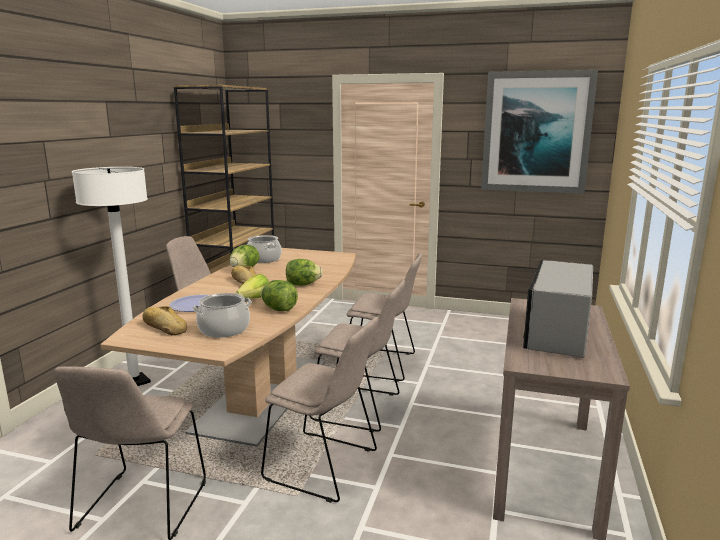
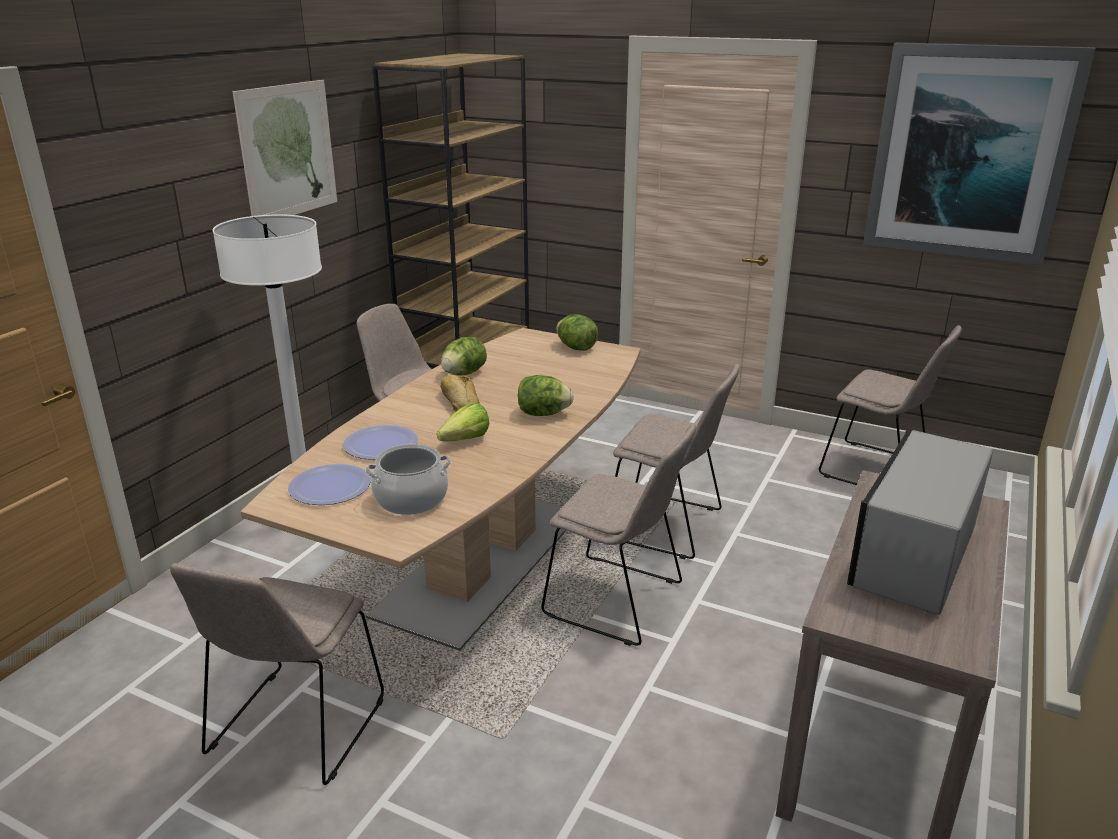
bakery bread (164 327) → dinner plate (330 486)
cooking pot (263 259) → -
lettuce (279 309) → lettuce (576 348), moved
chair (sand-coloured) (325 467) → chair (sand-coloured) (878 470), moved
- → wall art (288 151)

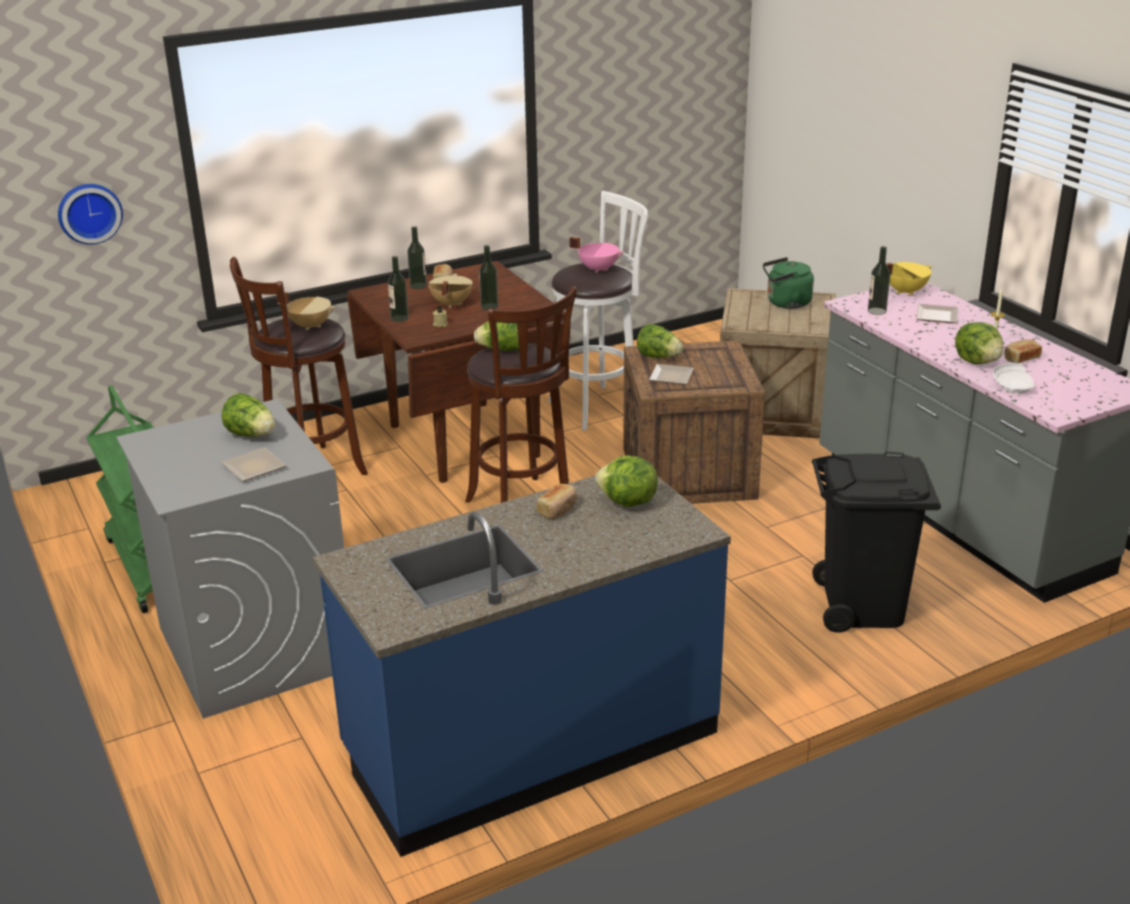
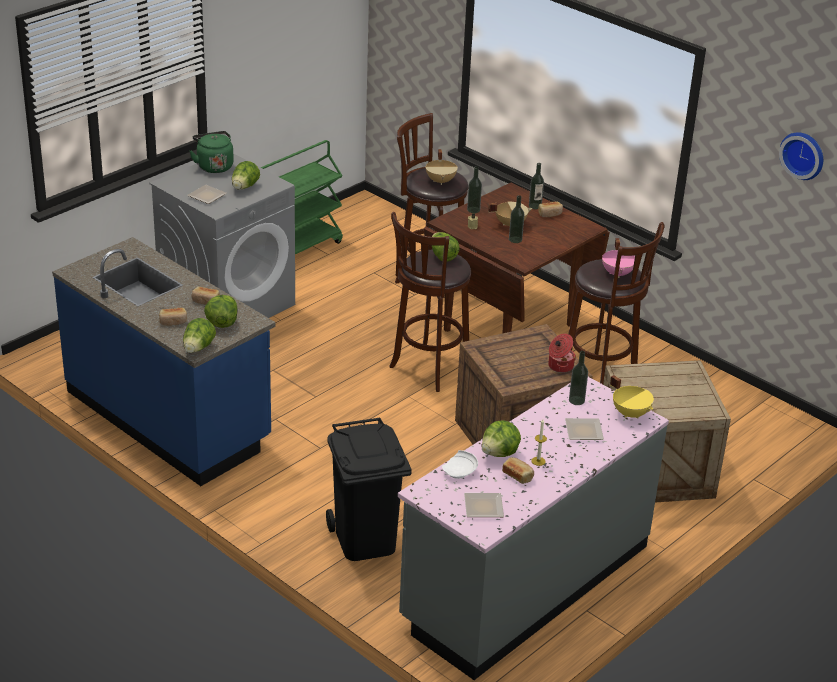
clock on the wall (89 212) → clock on the wall (803 154), moved
stool seat (whitish) (598 406) → stool seat (brownish) (601 379)
lettuce (659 357) → lettuce (198 348), moved
dinner plate (673 376) → dinner plate (485 508), moved
kettle (green) (786 303) → kettle (green) (214 166), moved
- → bakery bread (173 322)
- → cooking pot (560 366)

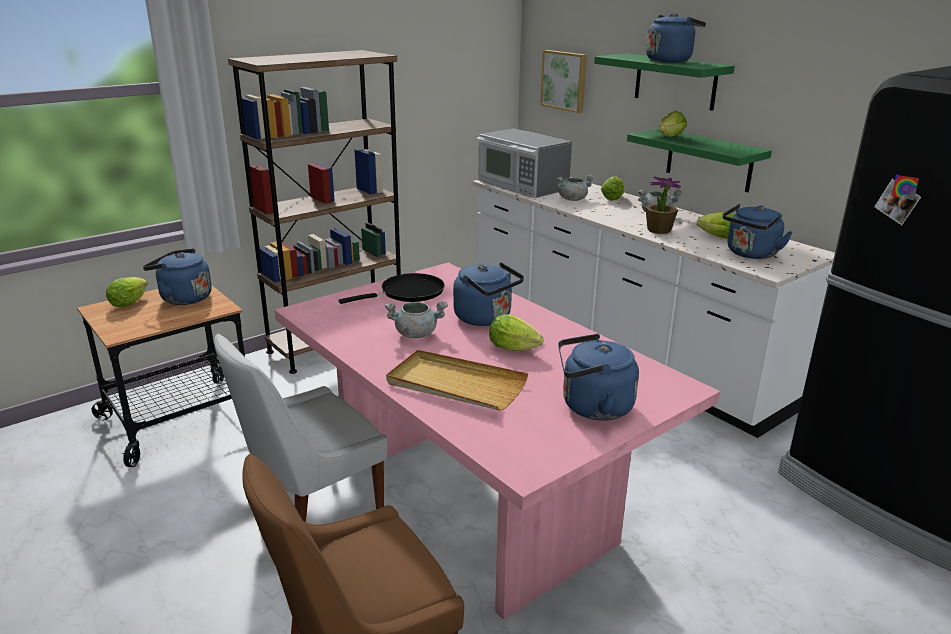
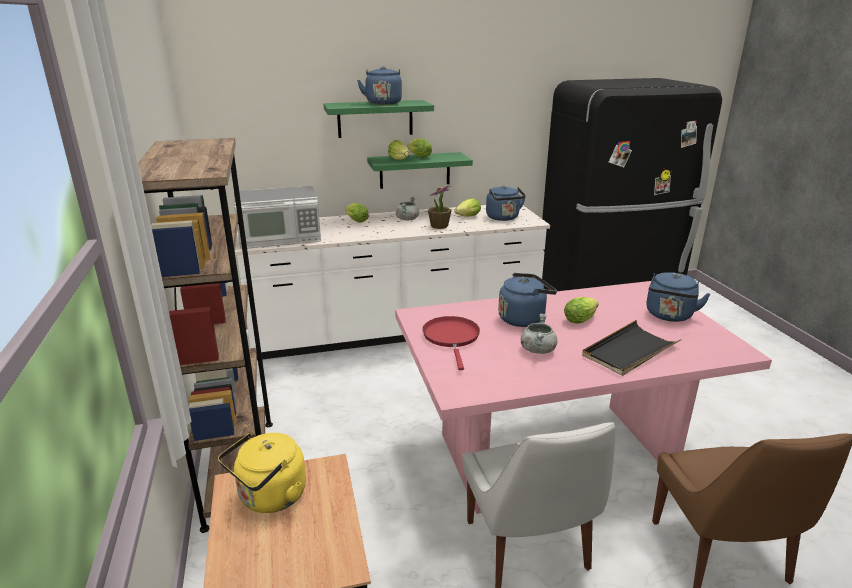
lettuce (131 302) → lettuce (418 156), moved
kettle (blue-coloured) (183 298) → kettle (yellow-coloured) (270 497)
skillet (black-coloured) (408 293) → skillet (reddish) (451 338)
carrying tray (sand-coloured) (455 384) → carrying tray (black-coloured) (629 351)
wall art (565 80) → -
cooking pot (grey) (573 199) → -

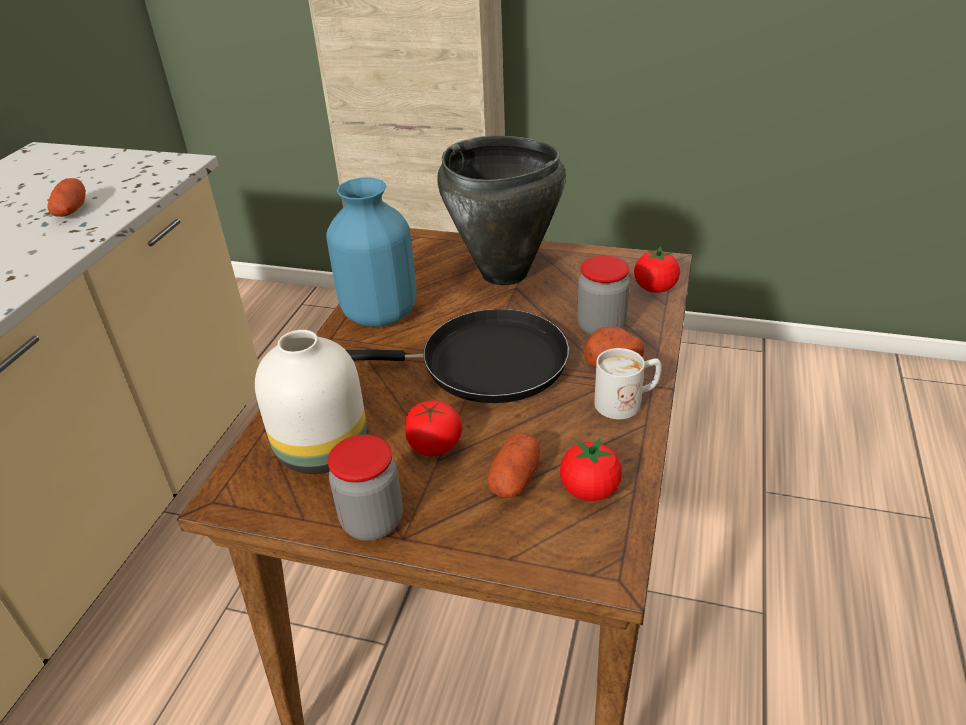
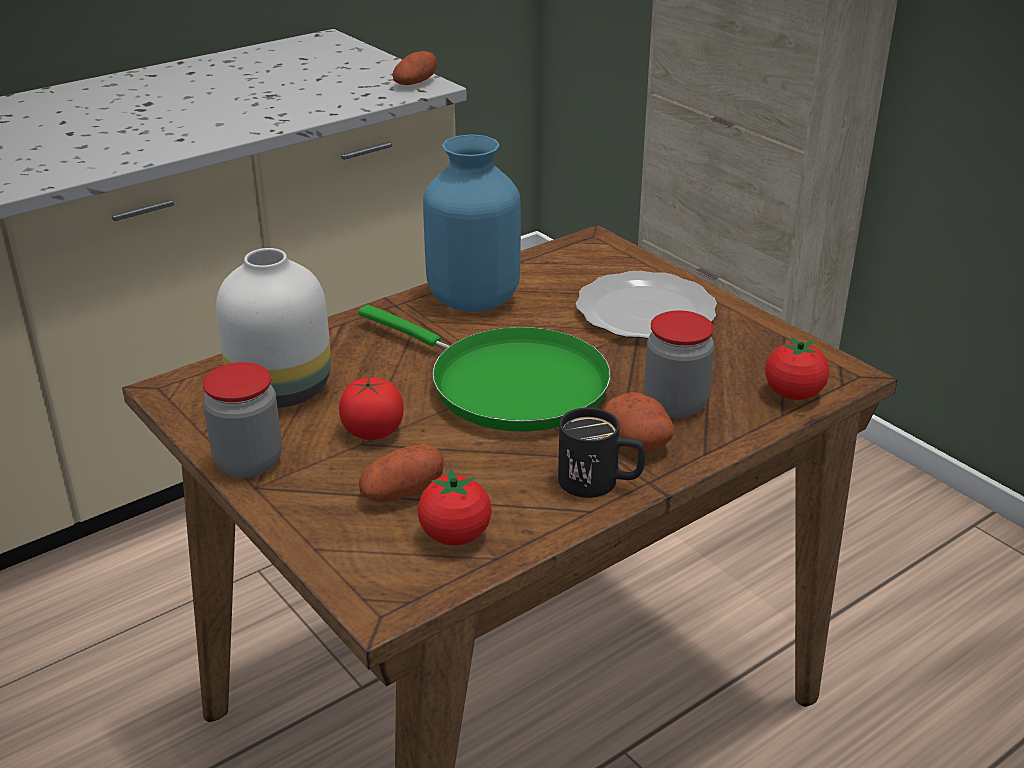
whole potato (72 211) → whole potato (415 83), moved
skillet (black-coloured) (483 364) → skillet (green) (508 384)
cooking pot (black-coloured) (504 274) → dinner plate (644 312)
mug (whitish) (627 402) → mug (black-coloured) (600 483)

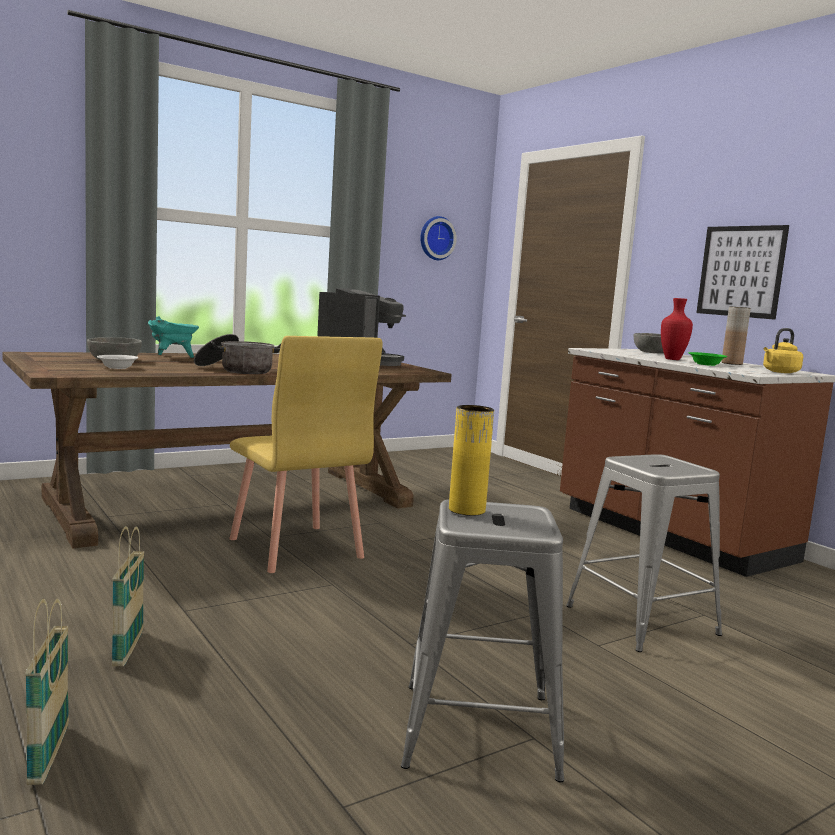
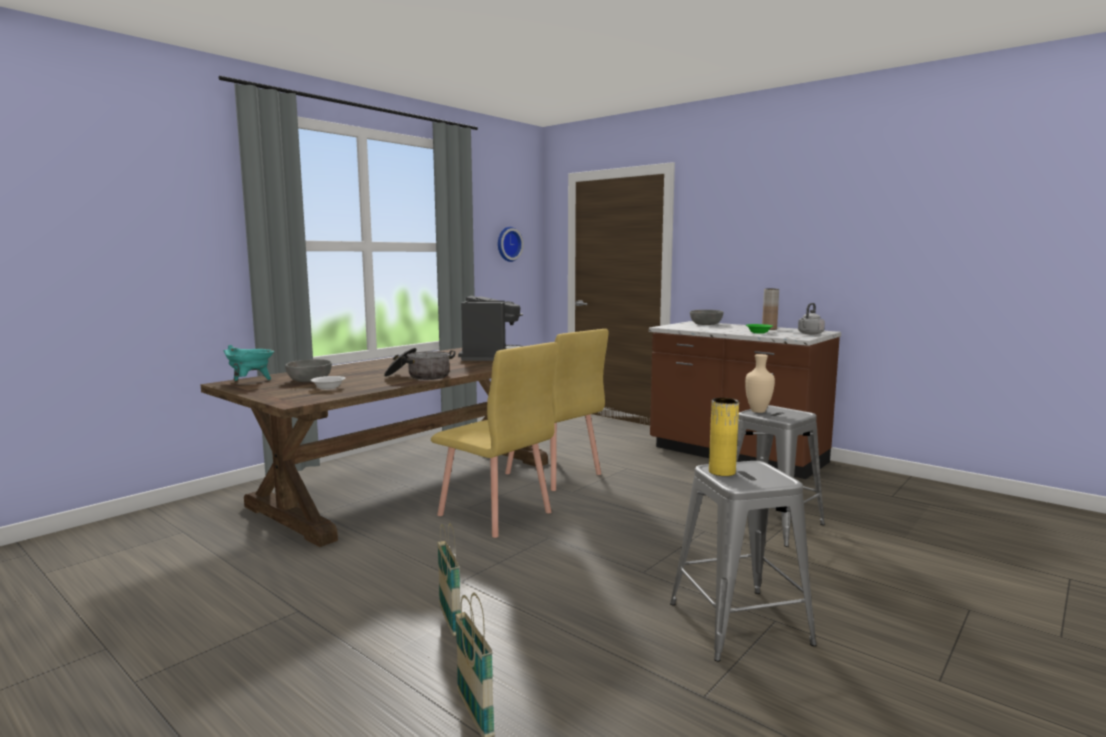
cooking pot (blue-green) (172 357) → cooking pot (blue-green) (250 382), moved
decorative vase (reddish) (673 359) → -
wall art (741 271) → -
kettle (yellow-coloured) (779 372) → kettle (grey) (809 333)
- → chair (yellow-coloured) (553 474)
- → decorative vase (sand-coloured) (758 411)

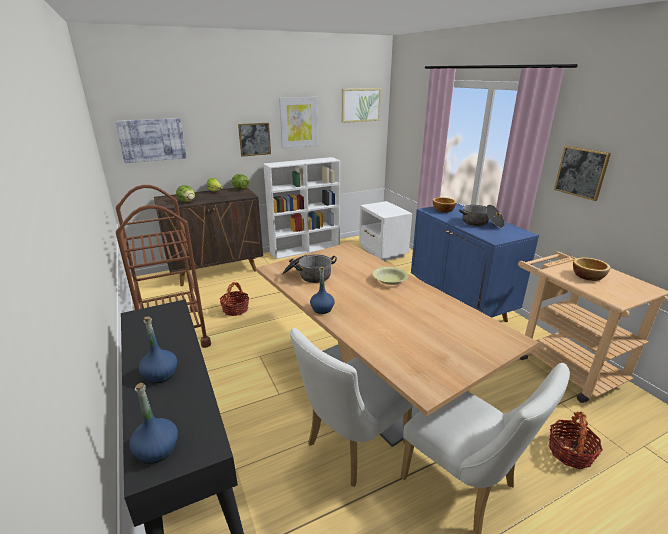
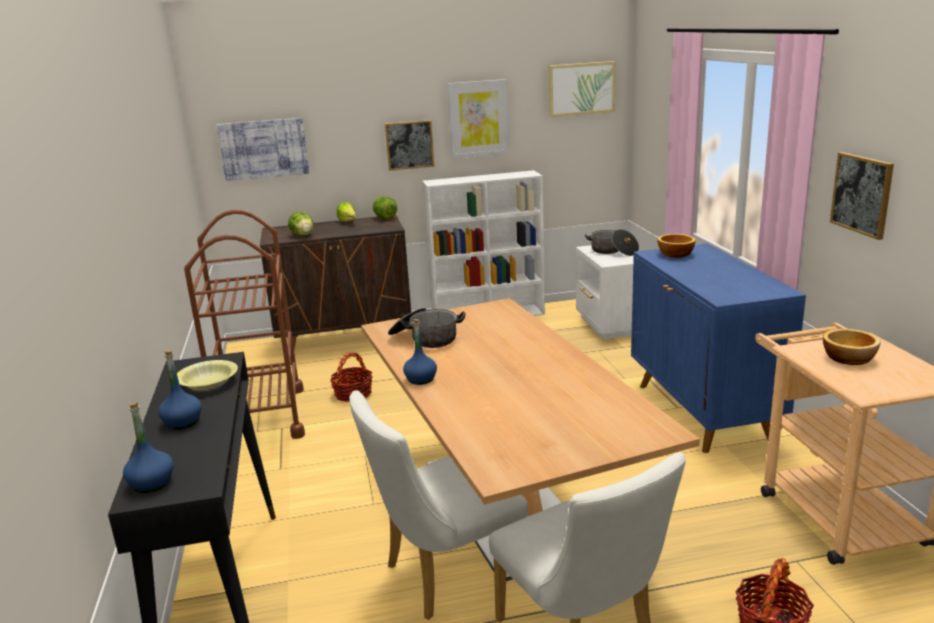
deep dish (yellow-coloured) (390 280) → deep dish (yellow-coloured) (208 383), moved
cooking pot (481 223) → cooking pot (613 251), moved

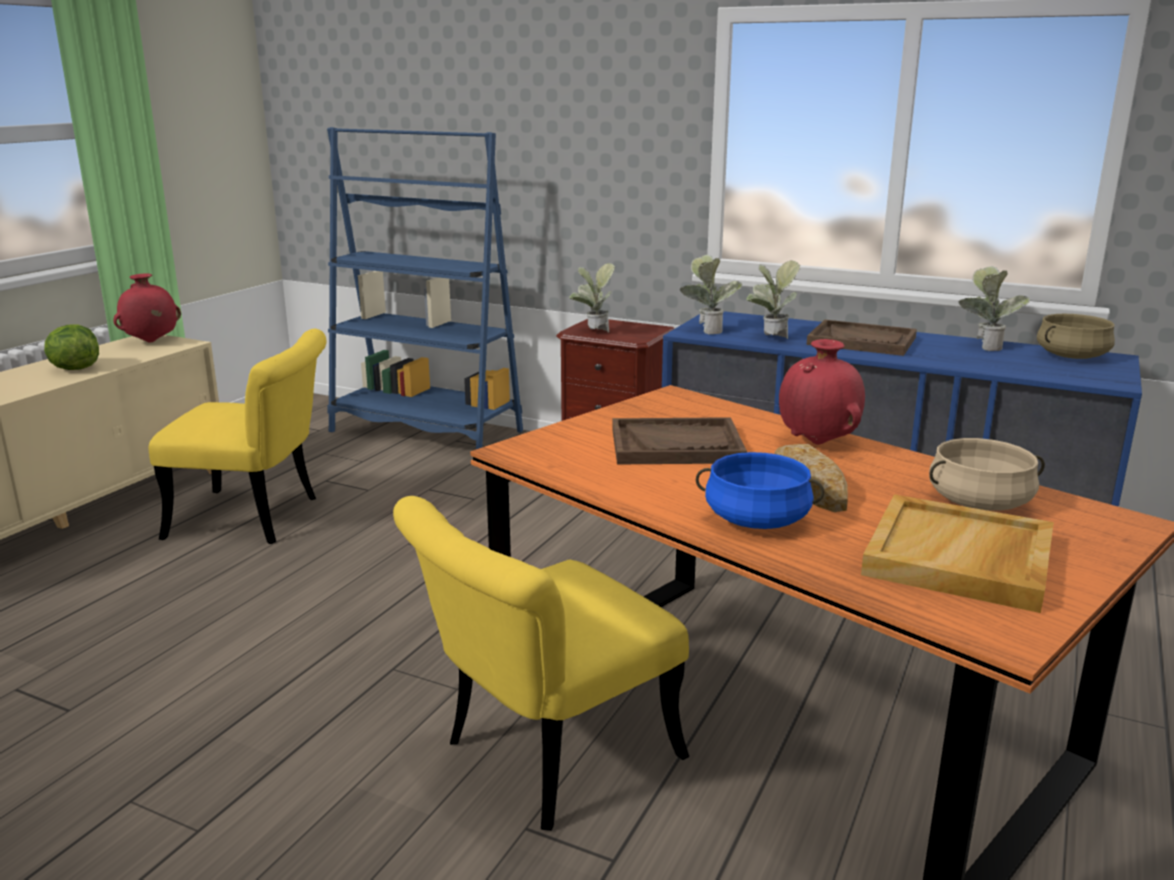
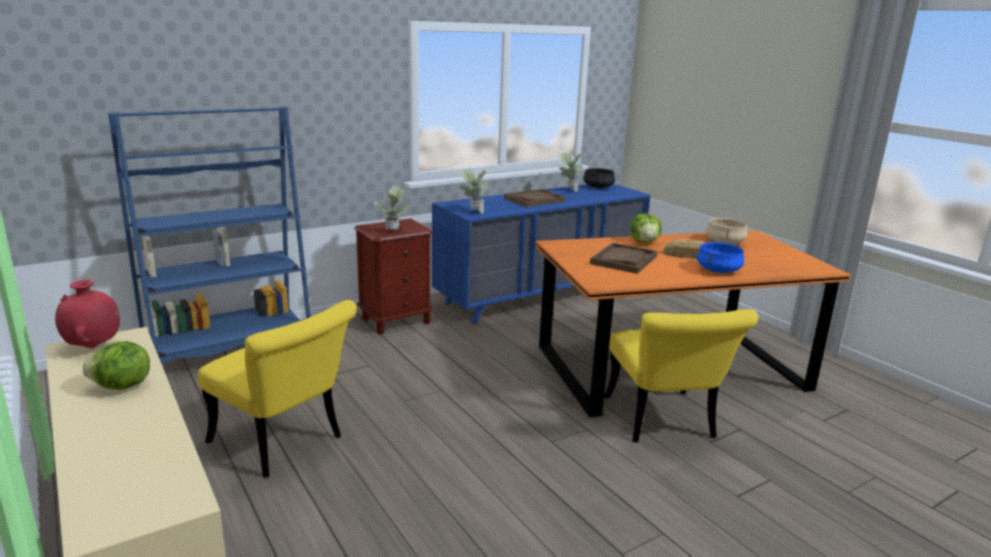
chair (yellow-coloured) (258 518) → chair (yellow-coloured) (284 444), 90 degrees clockwise
houseplant (770 339) → -
decorative vase (reddish) (818 443) → lettuce (644 242)
carrying tray (sand-coloured) (960 559) → -
cooking pot (sand-coloured) (1072 356) → cooking pot (black-coloured) (598 187)

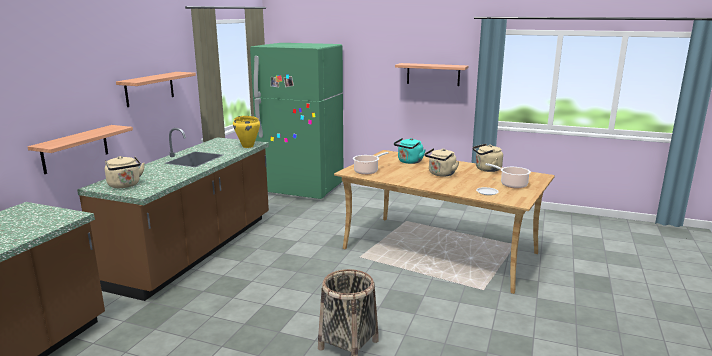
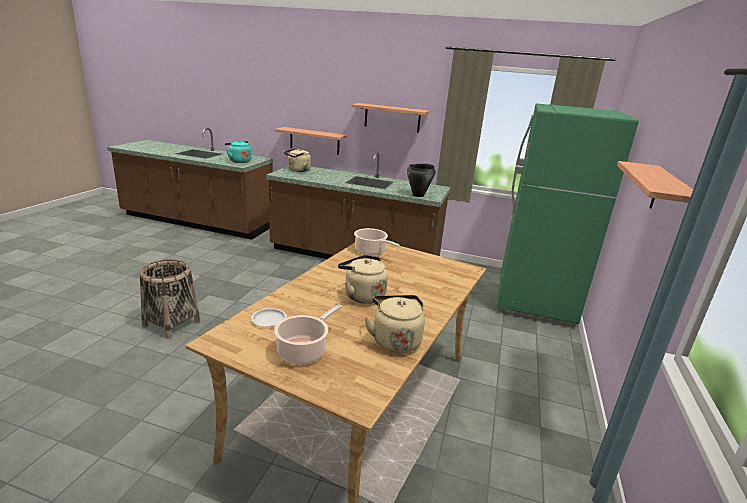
cooking pot (yellow-coloured) (248 146) → cooking pot (black-coloured) (418 195)
kettle (blue-green) (409 162) → kettle (blue-green) (239 161), moved

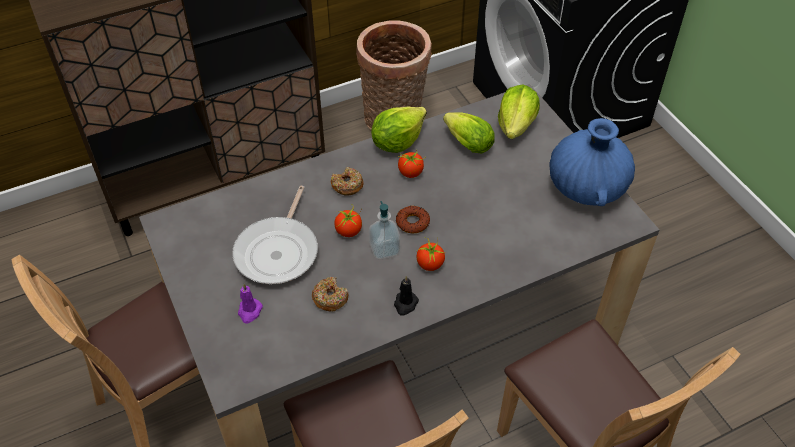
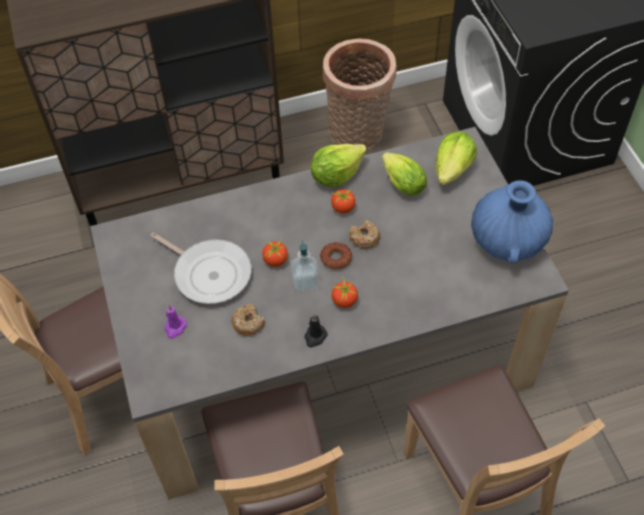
skillet (279 251) → skillet (209 273), 75 degrees counterclockwise
ring doughnut (347 185) → ring doughnut (364 238), moved

